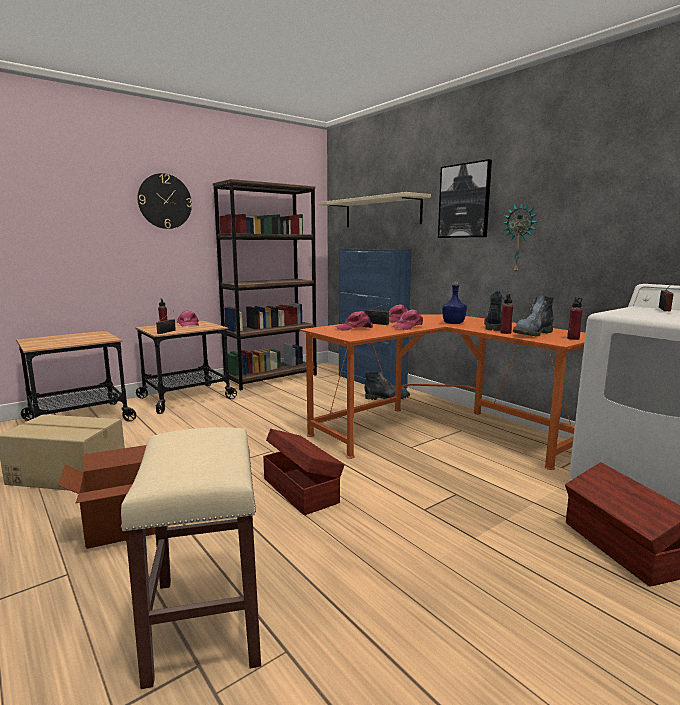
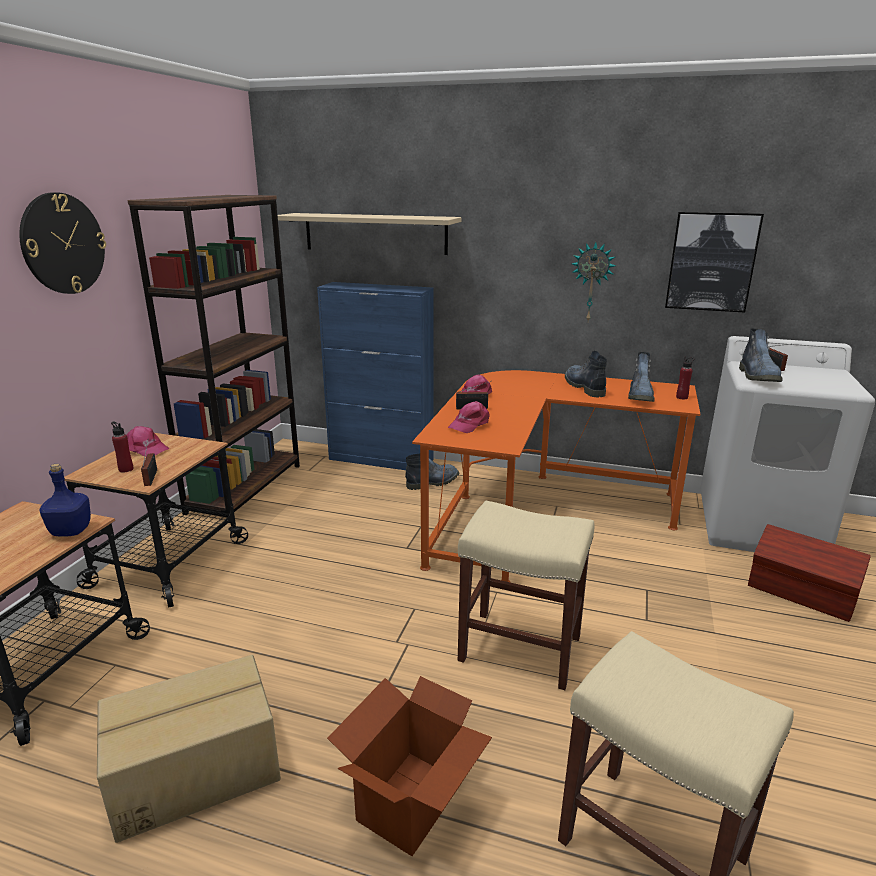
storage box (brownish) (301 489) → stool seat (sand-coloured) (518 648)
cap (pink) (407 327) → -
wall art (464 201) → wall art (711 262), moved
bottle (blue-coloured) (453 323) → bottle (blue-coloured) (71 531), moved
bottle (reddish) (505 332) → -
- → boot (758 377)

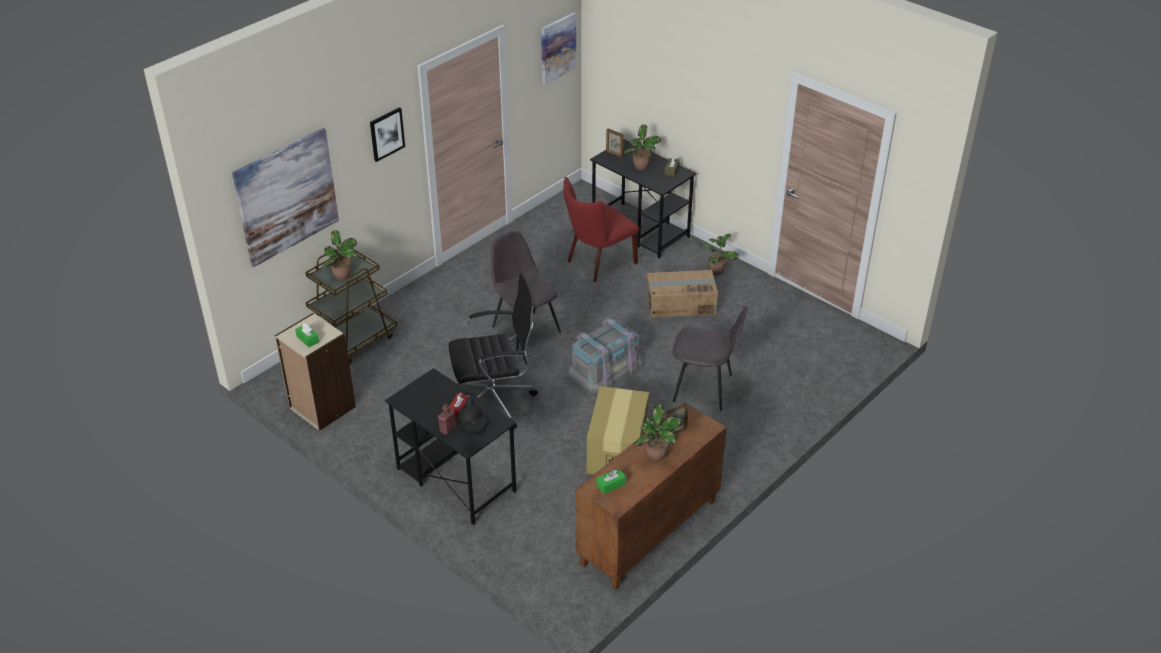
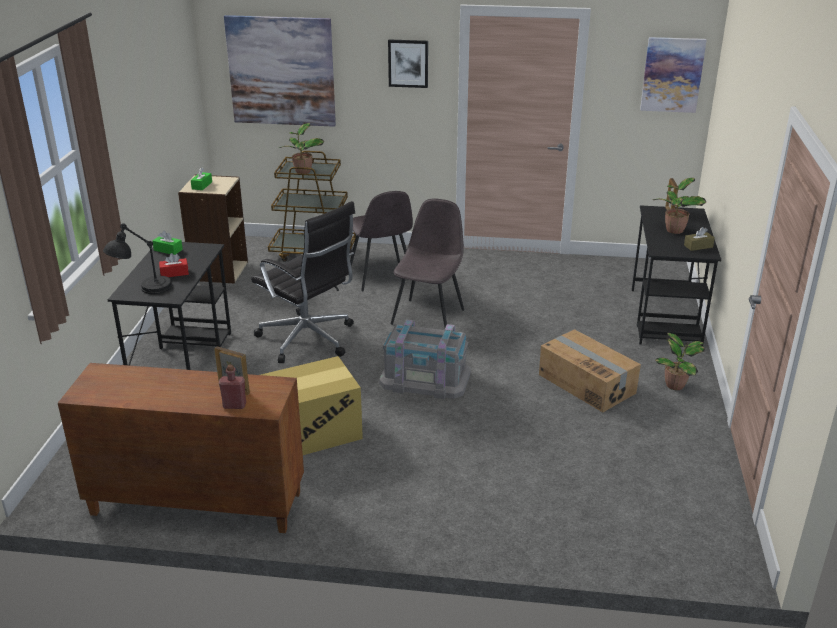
bottle (reddish) (447 429) → bottle (reddish) (234 405), moved
chair (reddish) (598 263) → -
tissue box (green) (611 485) → tissue box (green) (168 250), moved
houseplant (656 456) → -
chair (grey) (704 388) → chair (grey) (381 277), moved

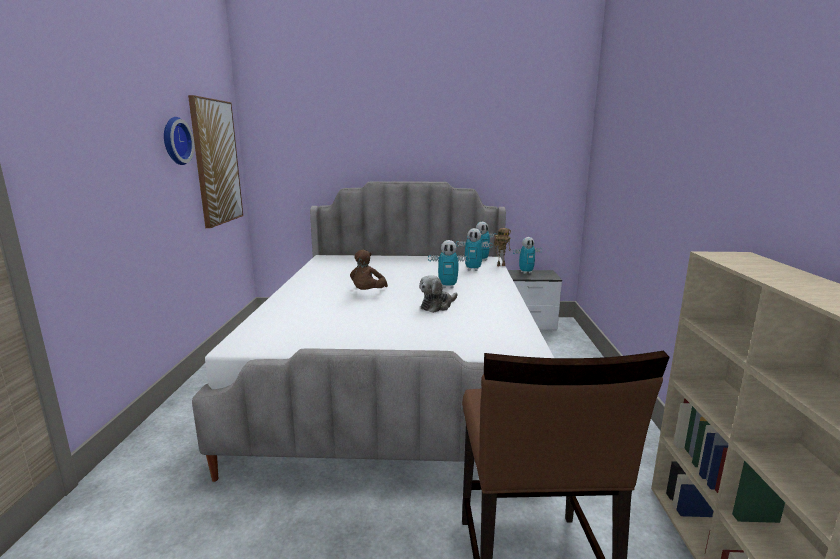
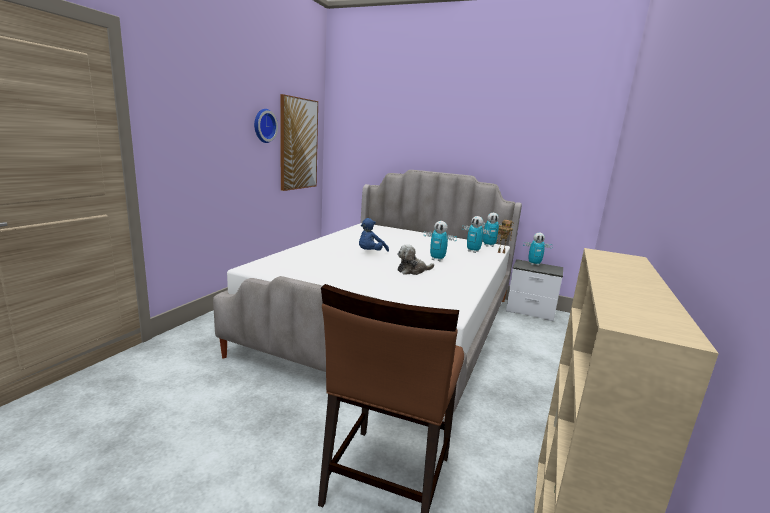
plush toy (brownish) (367 293) → plush toy (blue-coloured) (370 253)

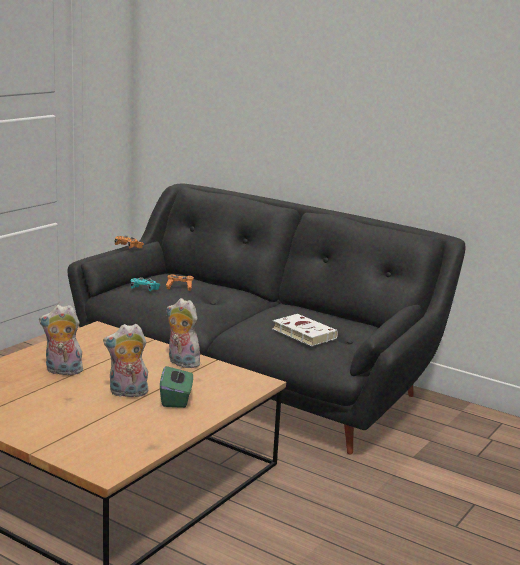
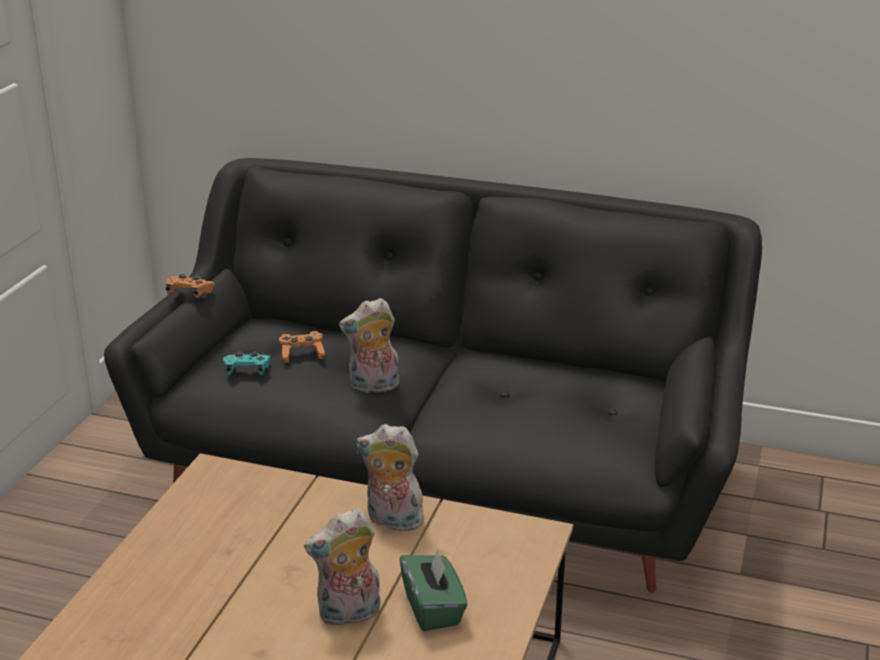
plush toy (62 371) → plush toy (373 387), moved
bound book (whitish) (302 333) → -

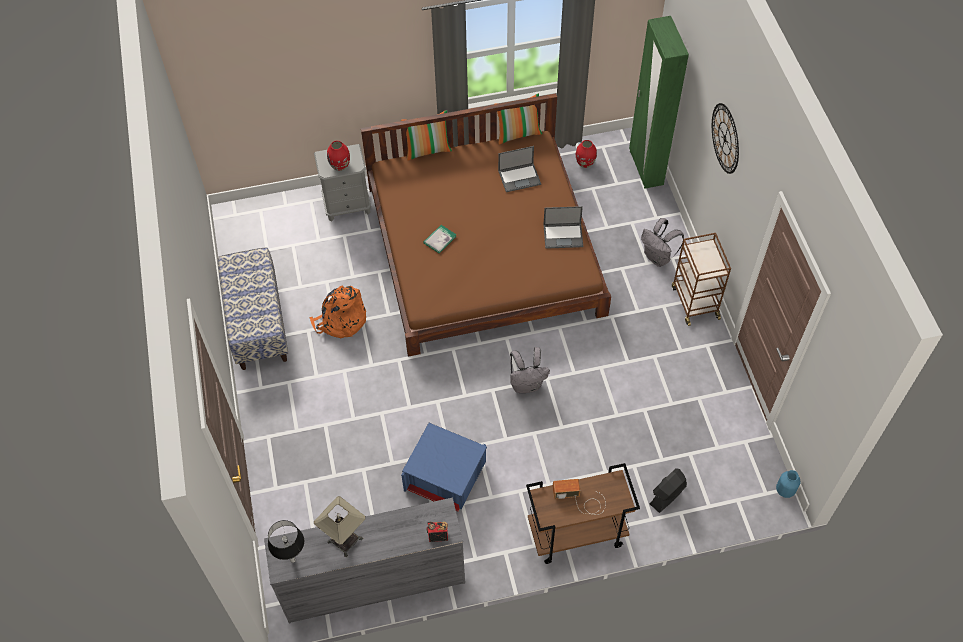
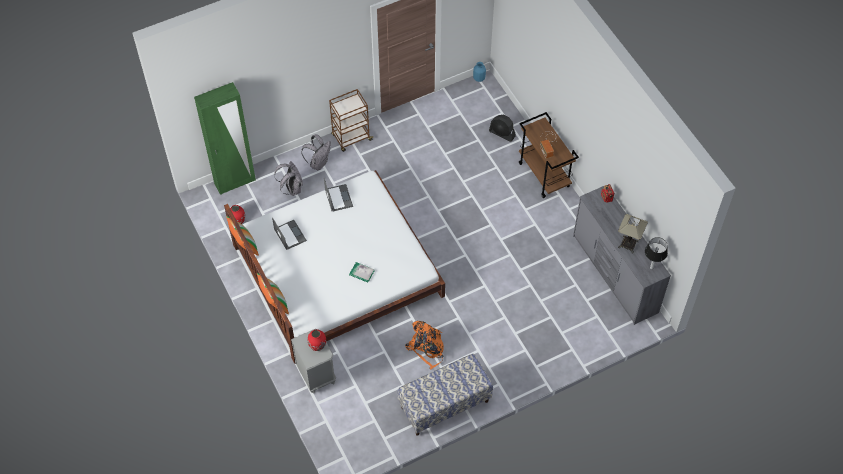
bedroom bed (brownish) (483 249) → bedroom bed (whitish) (337 270)
storage box (blue-coloured) (445 478) → -
knapsack (grey) (527 384) → knapsack (grey) (292 189), moved
clock on the wall (725 138) → -

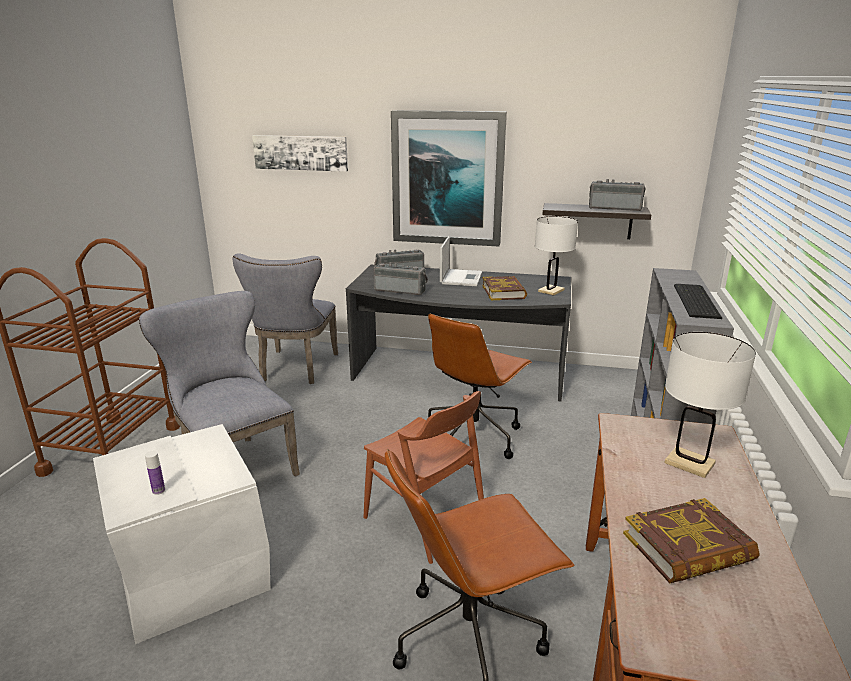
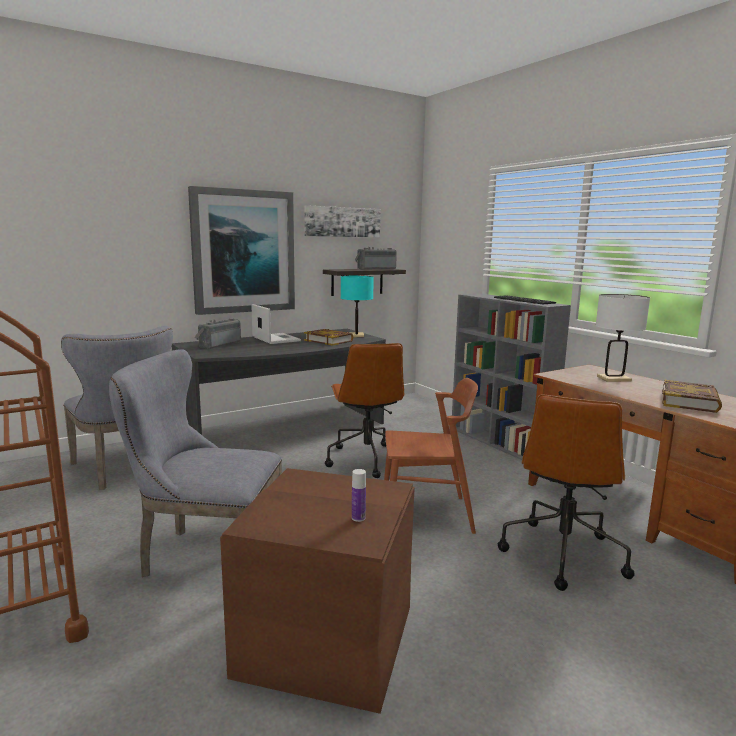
storage box (whitish) (194 571) → storage box (brownish) (325 638)
wall art (300 152) → wall art (342 222), moved
radio receiver (400 290) → -
tabletop lamp (whitish) (551 291) → tabletop lamp (blue-green) (356 335)

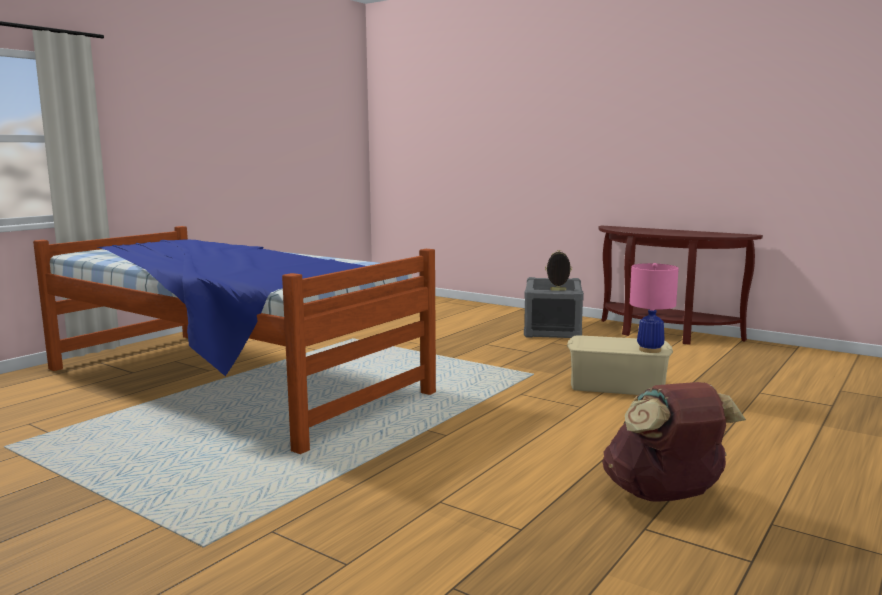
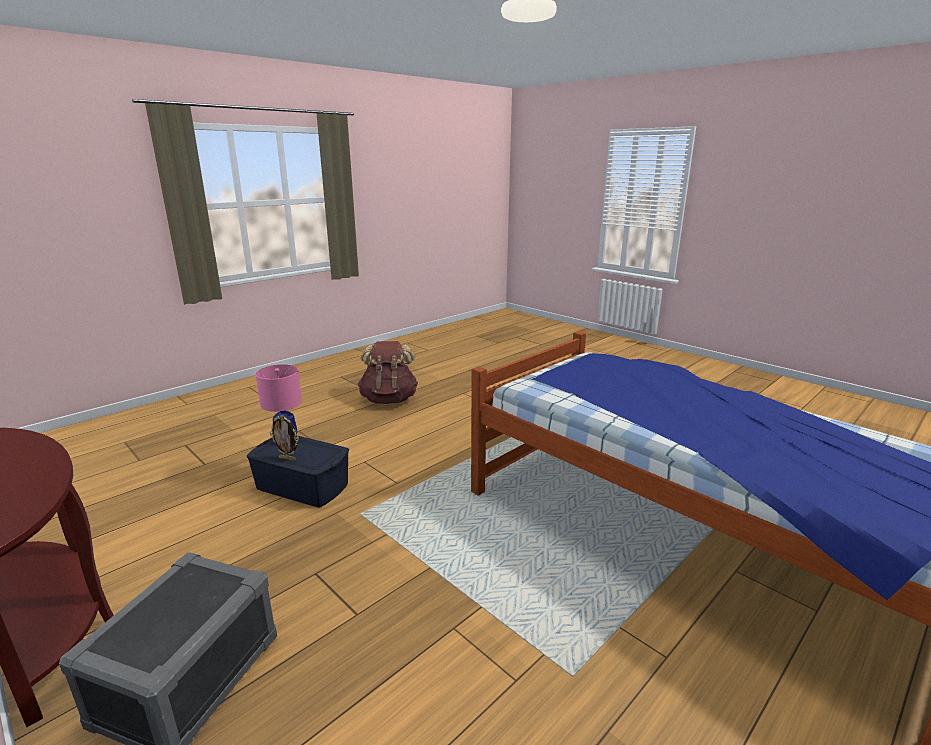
photo frame (558 290) → photo frame (288 458), moved
storage box (sand-coloured) (617 385) → storage box (blue-coloured) (302 486)

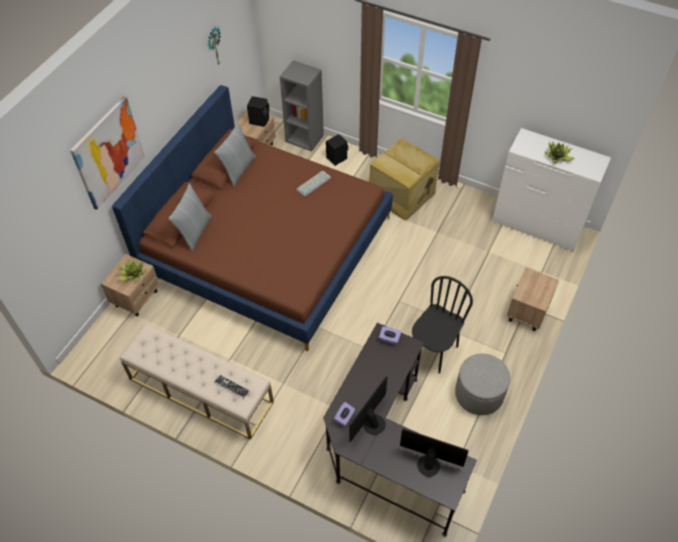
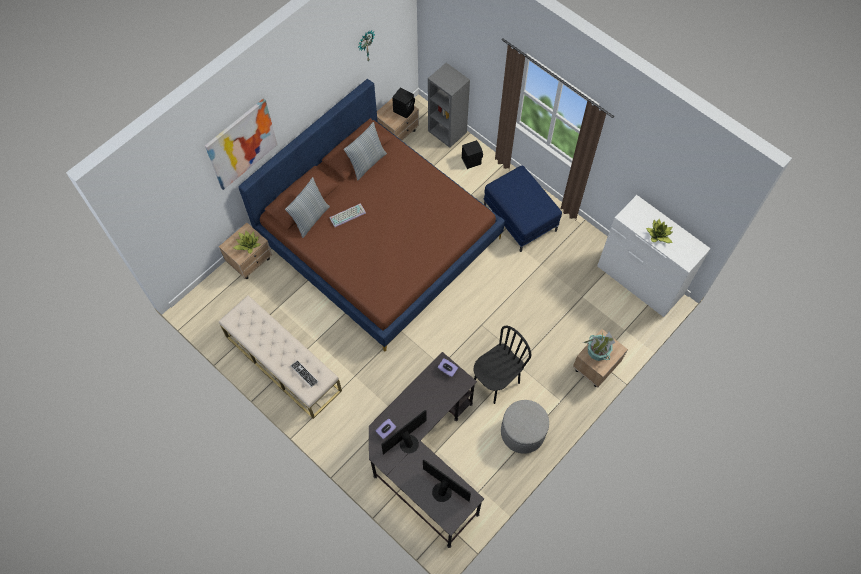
keyboard (313 183) → keyboard (347 214), moved
storage box (sand-coloured) (402 196) → pouffe (blue-coloured) (520 218)
- → houseplant (598 351)

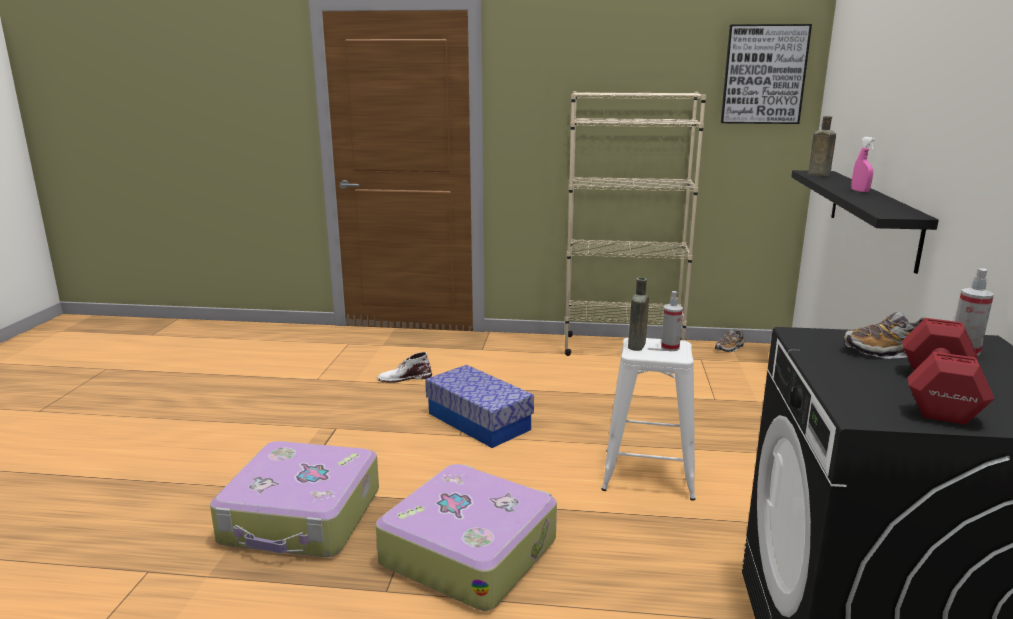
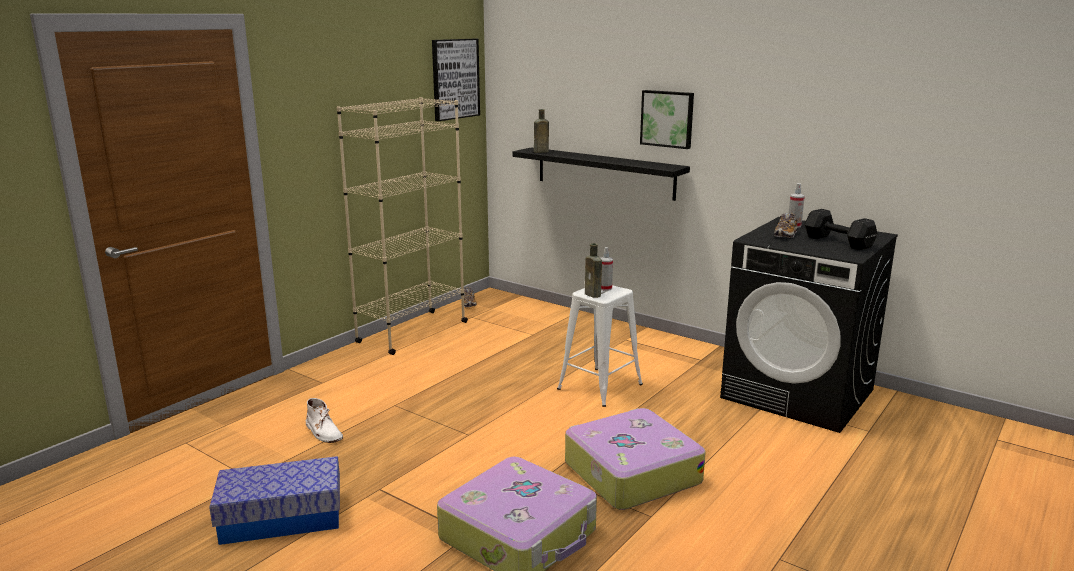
boot (whitish) (404 378) → boot (whitish) (324 432), 60 degrees counterclockwise
storage box (479 421) → storage box (281 518), moved
hand sprayer (pink) (860 191) → -
hand weight (reddish) (937 395) → hand weight (black-coloured) (839 242)
- → wall art (667 118)

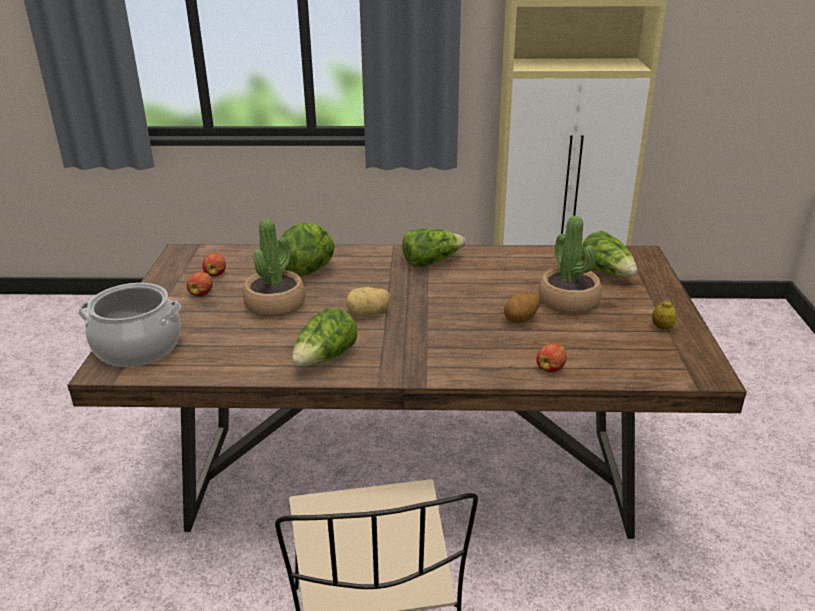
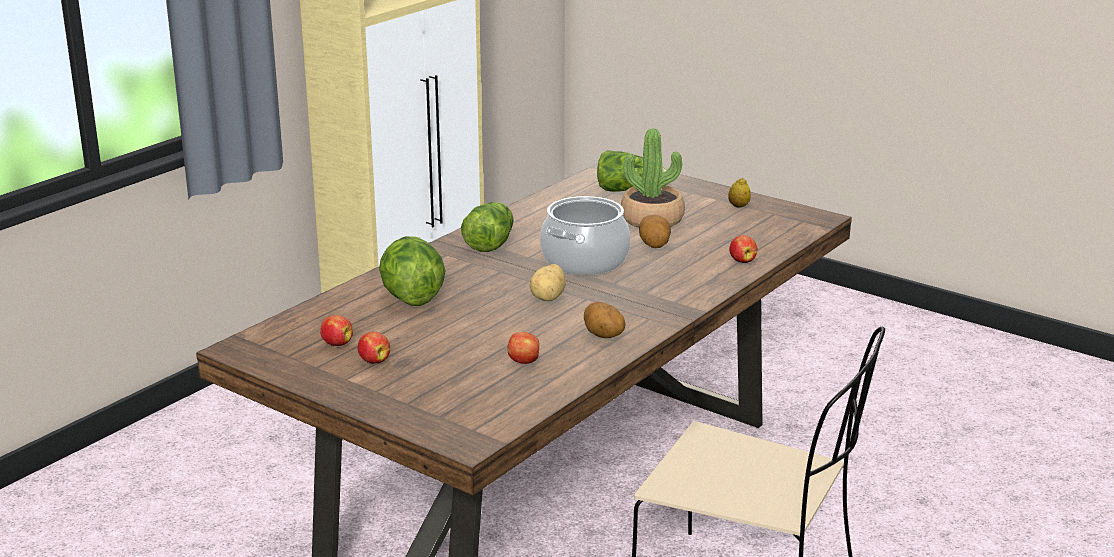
cooking pot (138 347) → cooking pot (584 260), moved
houseplant (275 305) → -
lettuce (325 358) → whole potato (603 336)
- → apple (524 361)

